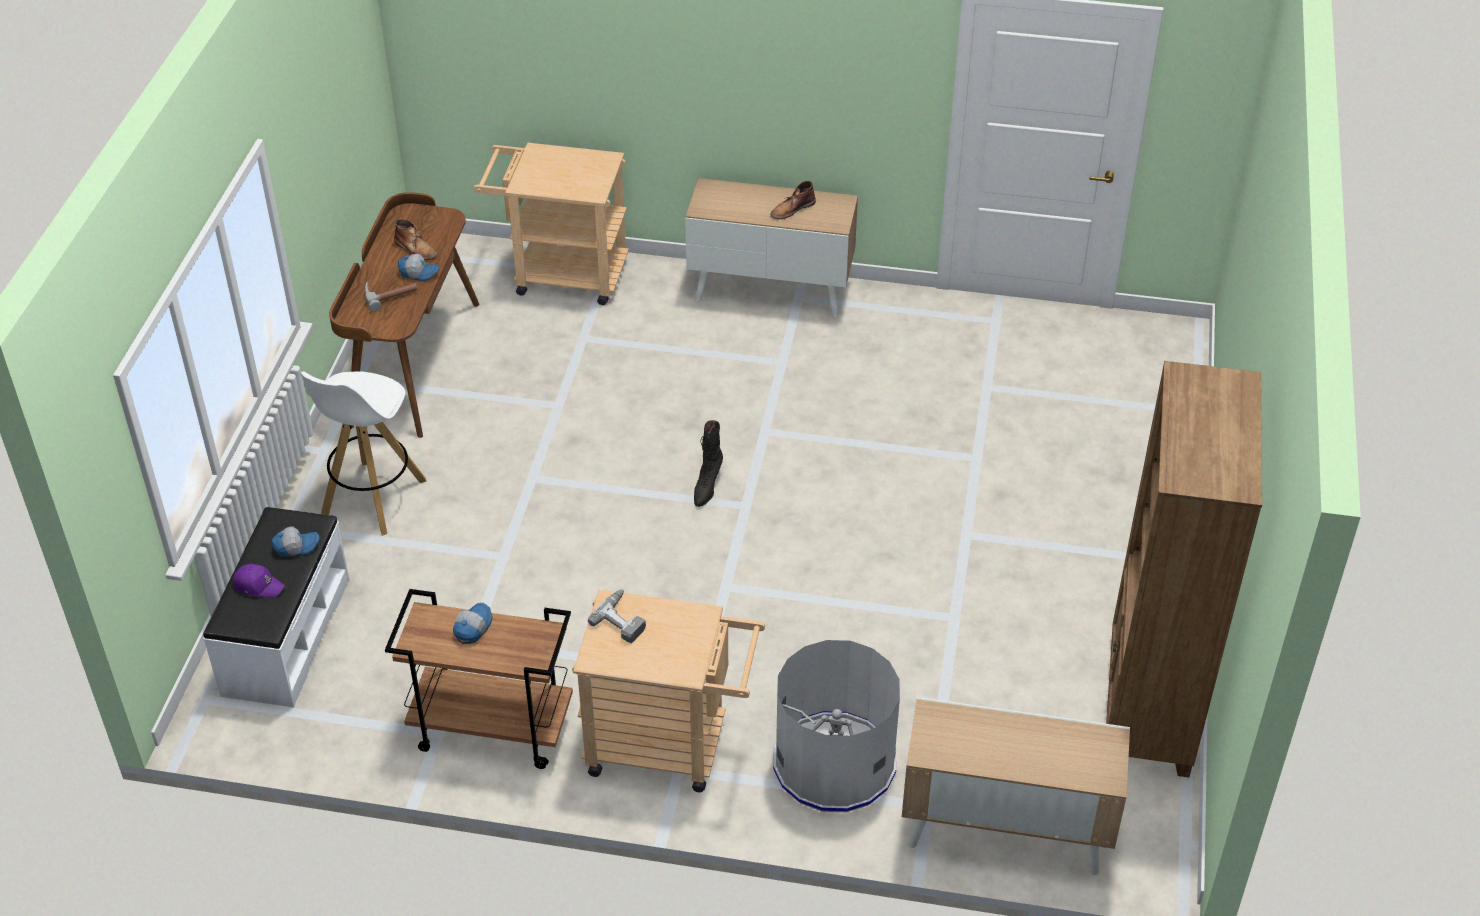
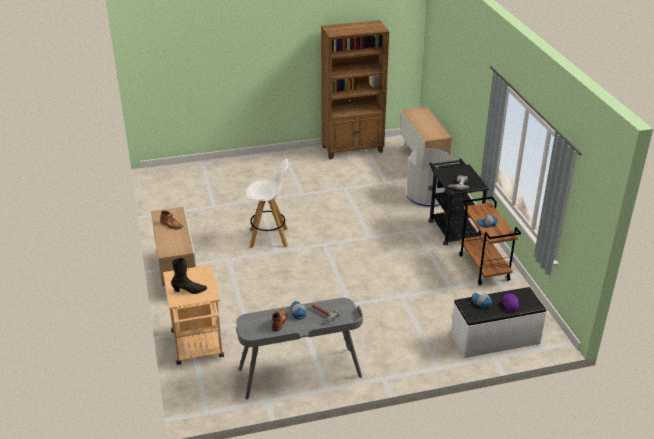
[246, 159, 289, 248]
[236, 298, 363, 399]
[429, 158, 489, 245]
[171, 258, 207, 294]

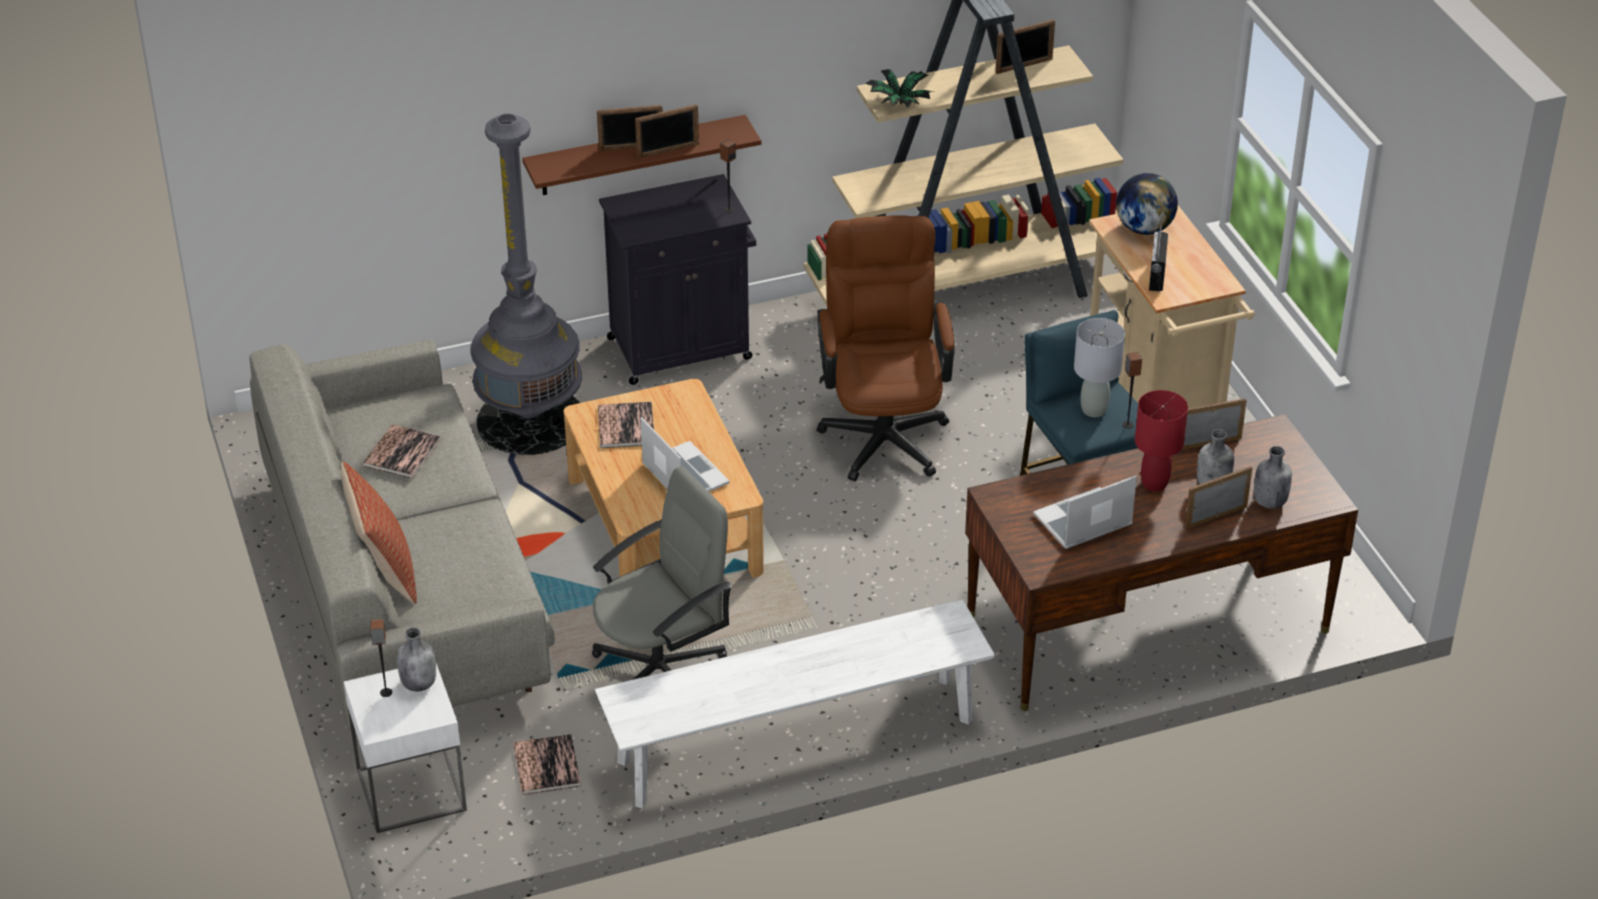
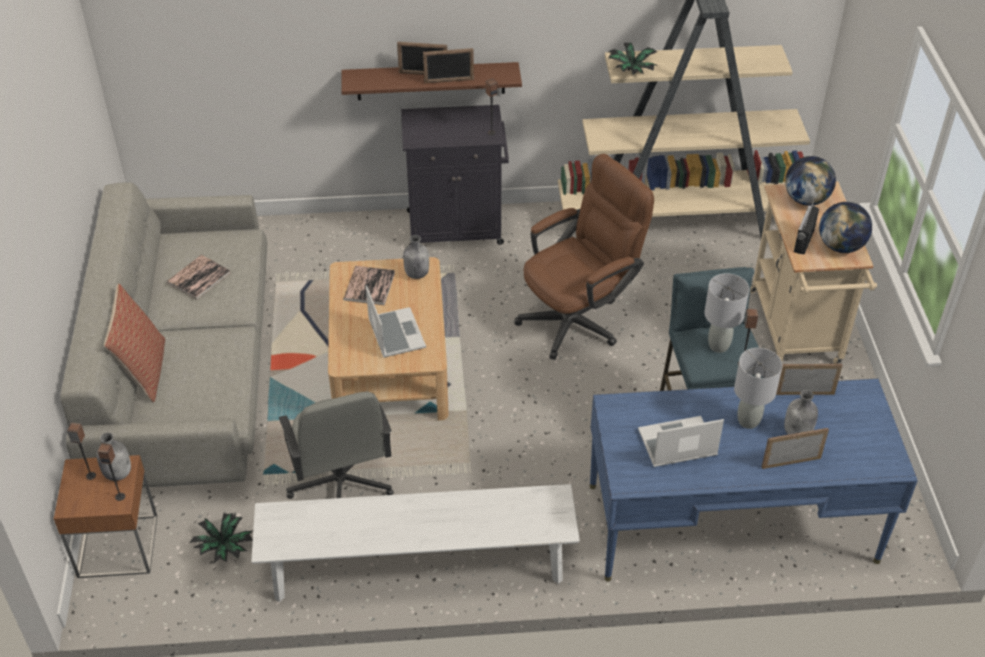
[54, 455, 157, 578]
[470, 114, 582, 455] (first image)
[190, 513, 253, 563]
[279, 391, 394, 499]
[514, 154, 654, 360]
[590, 379, 918, 582]
[996, 19, 1055, 74] (first image)
[734, 348, 782, 429]
[403, 235, 429, 279]
[98, 443, 125, 501]
[819, 202, 872, 253]

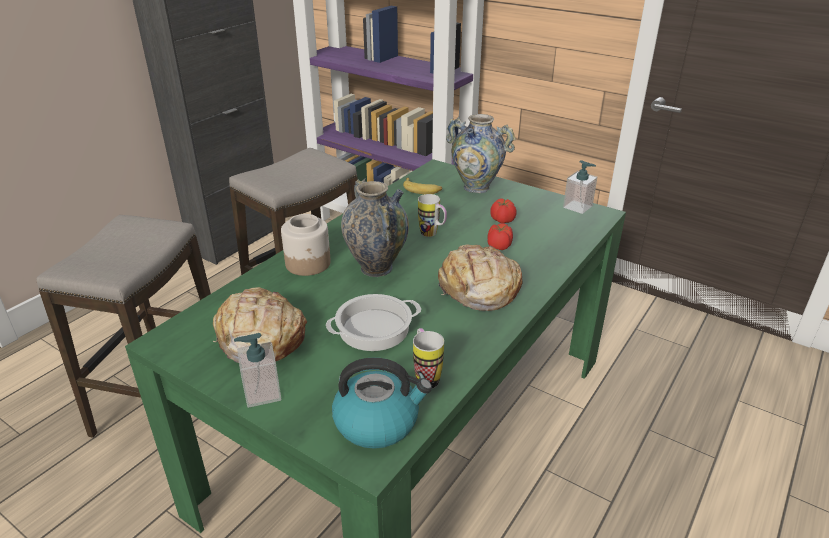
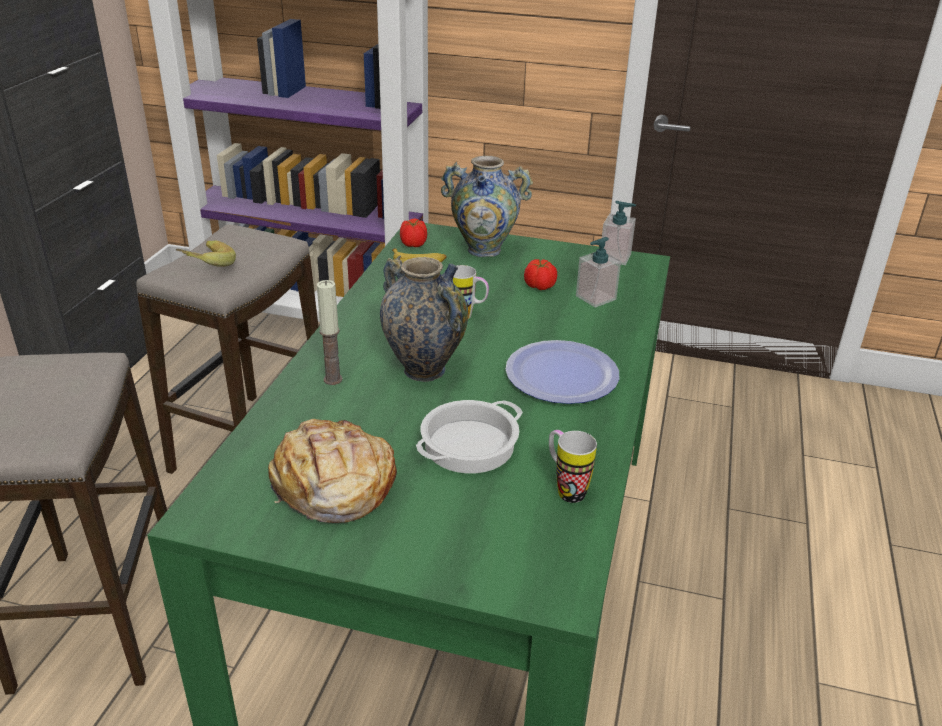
[576, 237, 621, 307]
[317, 280, 343, 385]
[332, 358, 432, 449] (first image)
[506, 340, 619, 404]
[400, 219, 427, 247]
[176, 241, 236, 267]

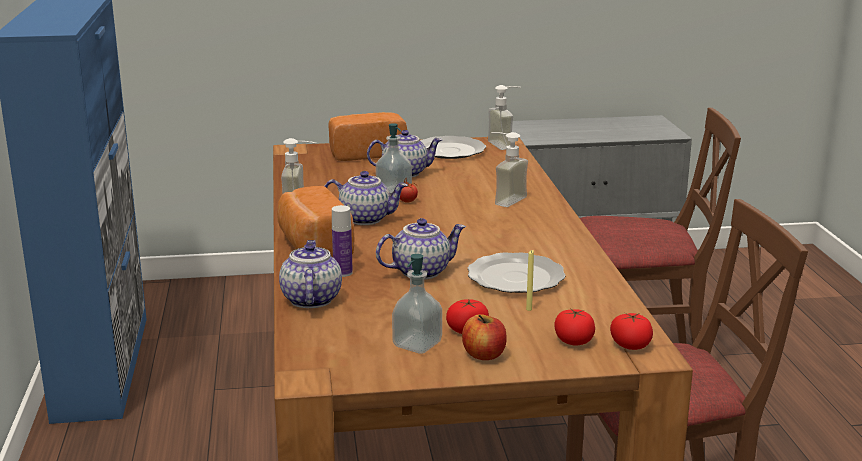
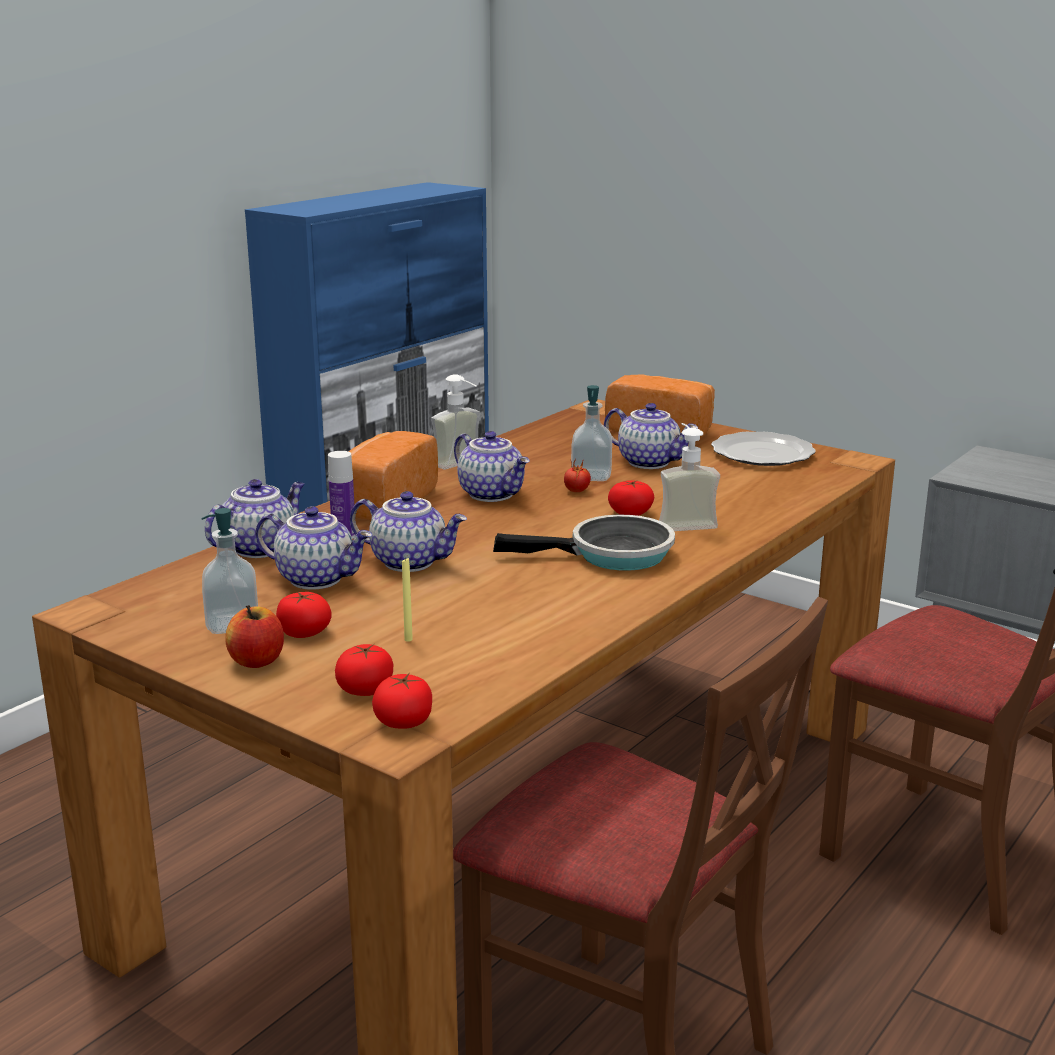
[467, 252, 566, 293] (first image)
[488, 85, 521, 150] (first image)
[256, 506, 372, 590]
[493, 515, 675, 571]
[608, 480, 654, 516]

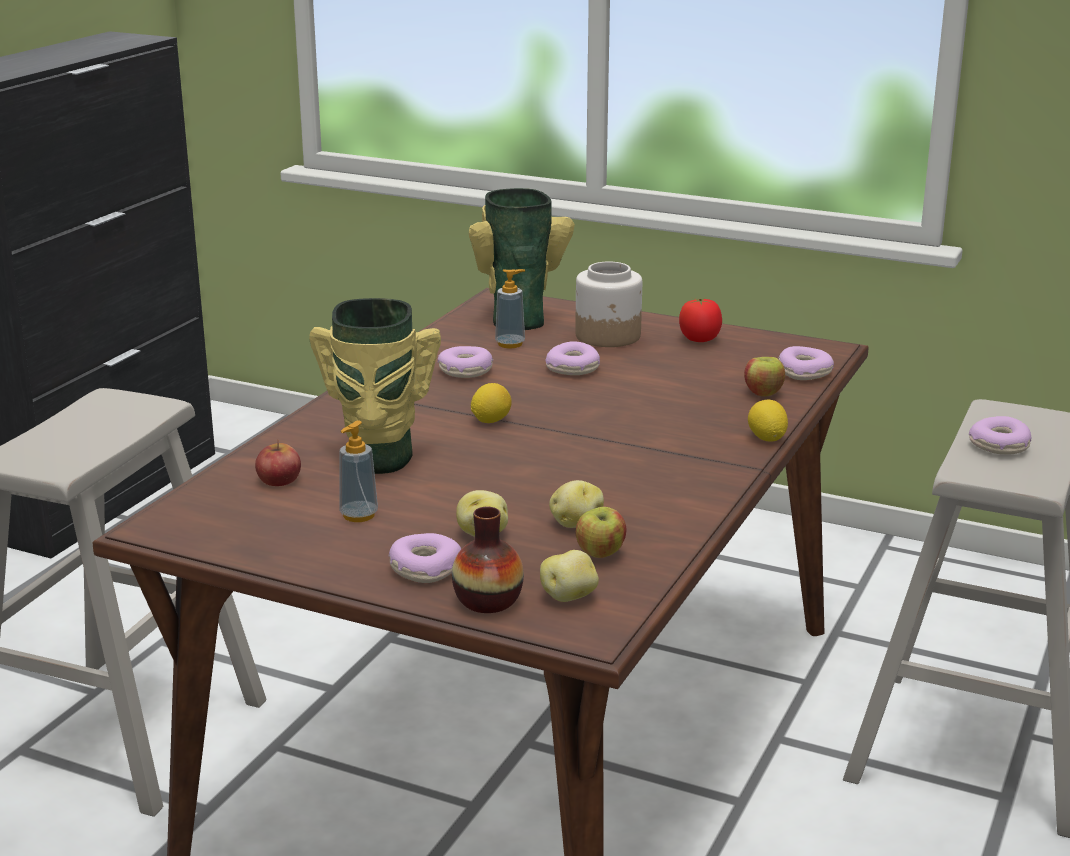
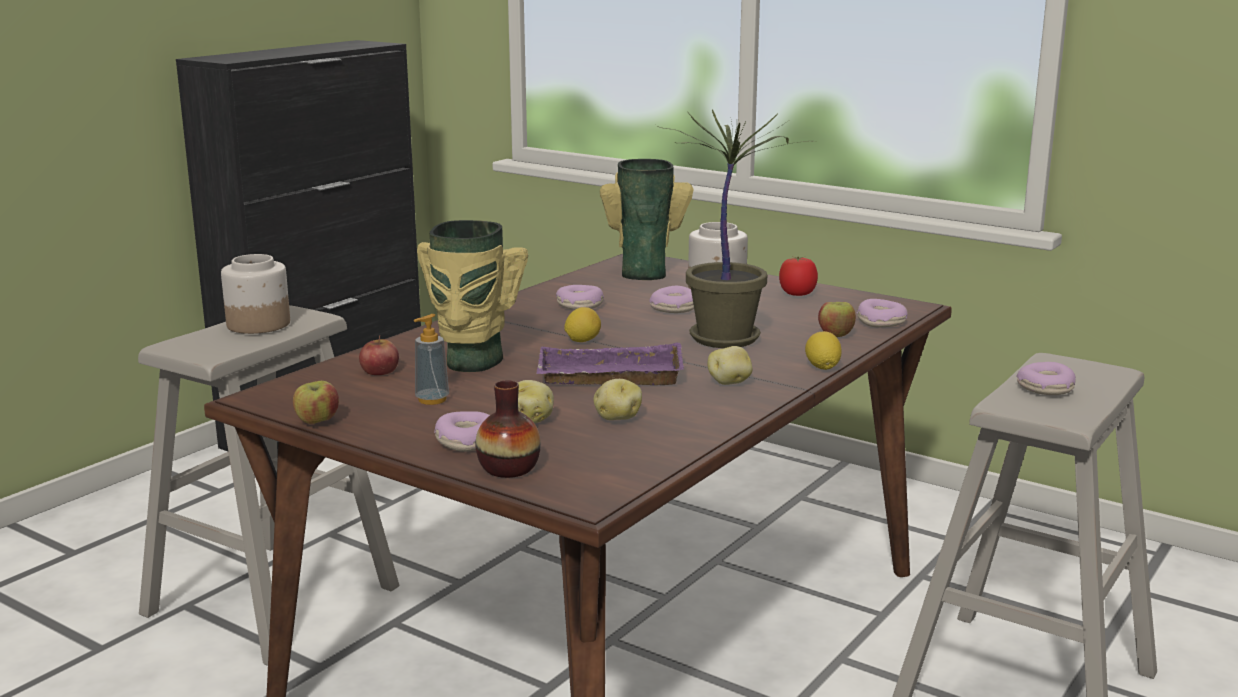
[495, 269, 525, 348] (first image)
[708, 346, 753, 385]
[293, 381, 339, 424]
[221, 254, 290, 334]
[536, 343, 684, 385]
[656, 109, 805, 348]

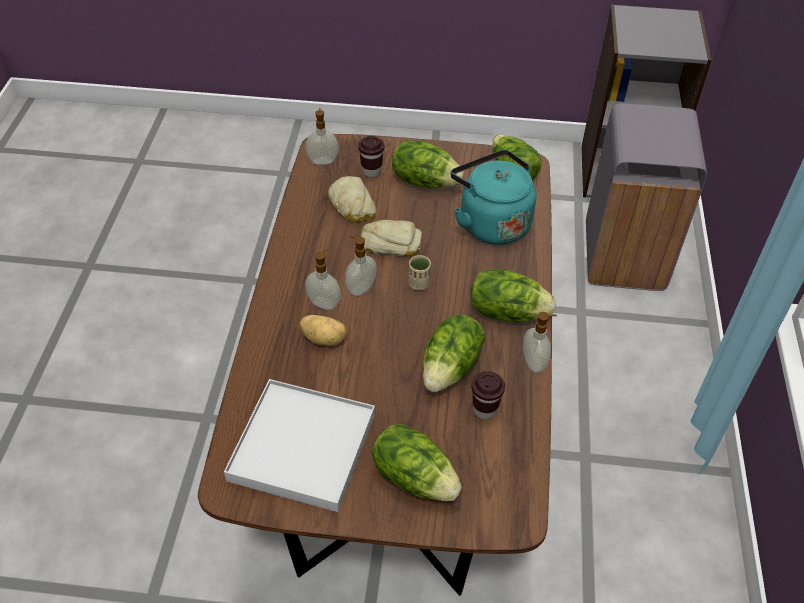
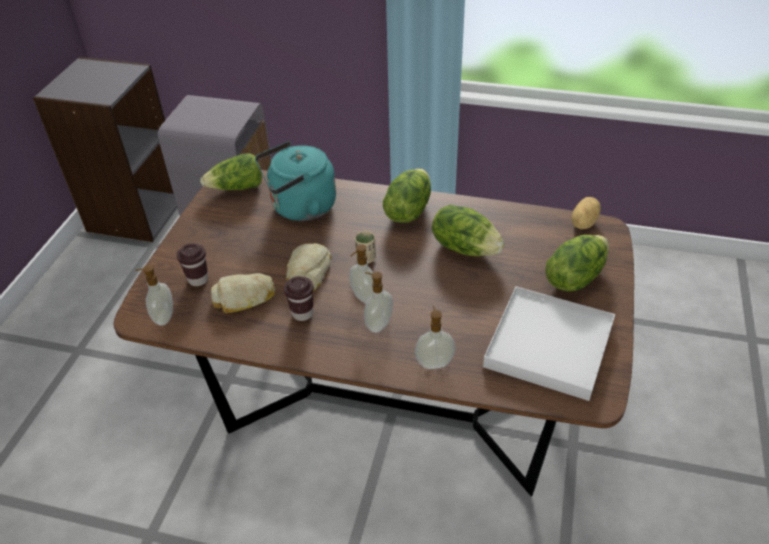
[572, 197, 601, 229]
[392, 140, 464, 189] (first image)
[284, 276, 314, 321]
[415, 306, 455, 369]

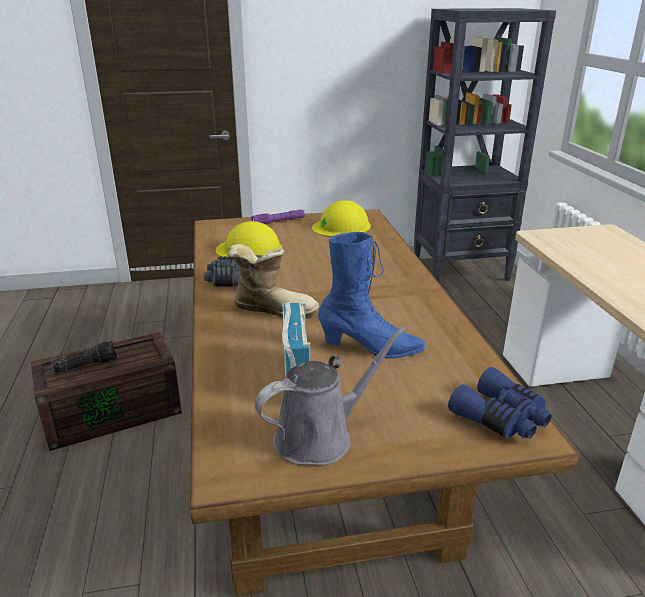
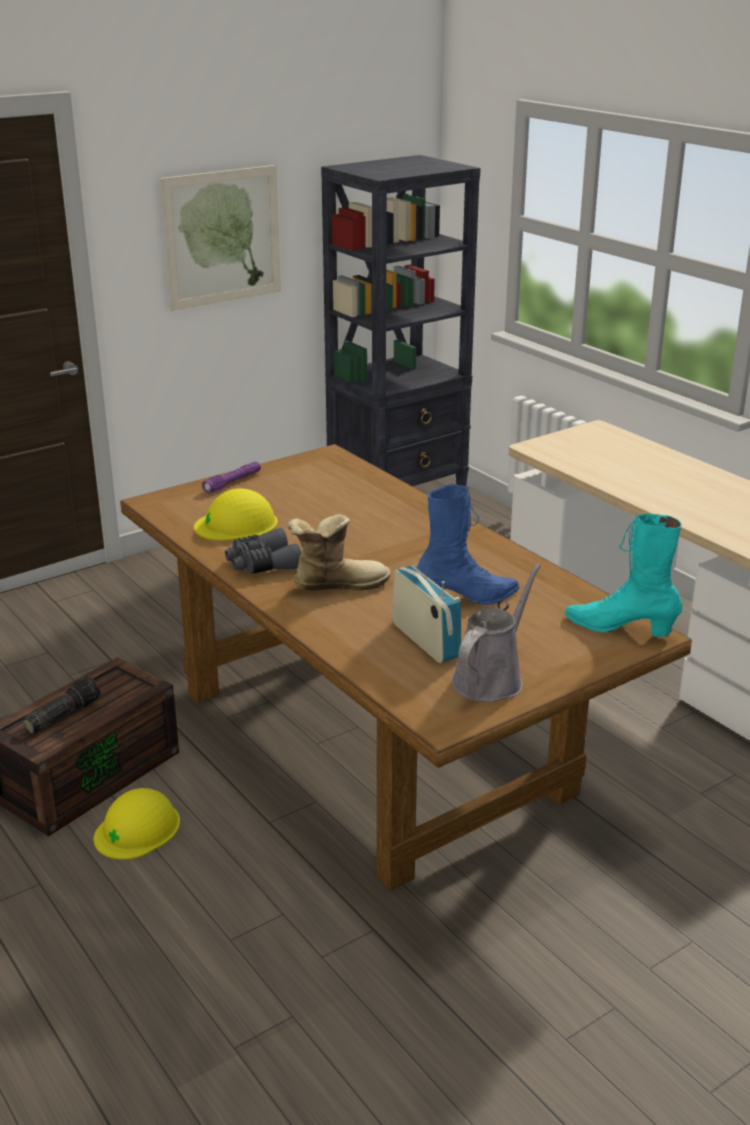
[94, 788, 180, 860]
[565, 514, 682, 637]
[160, 165, 281, 311]

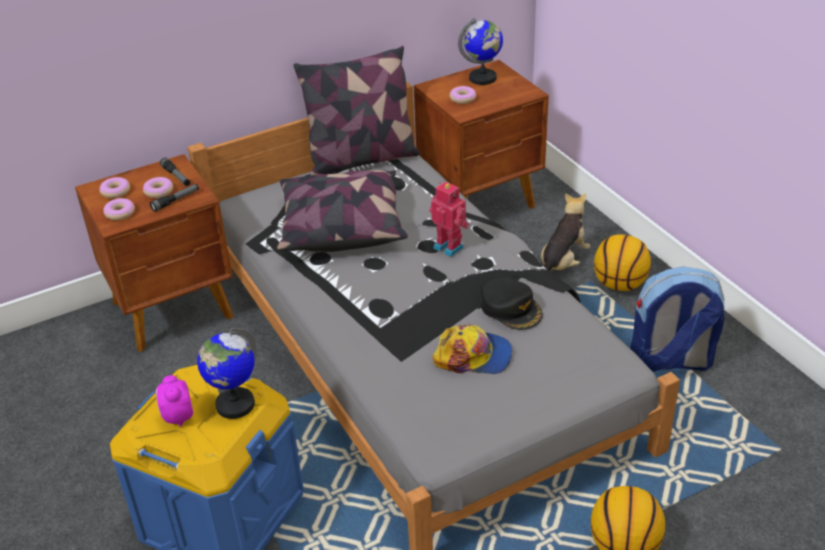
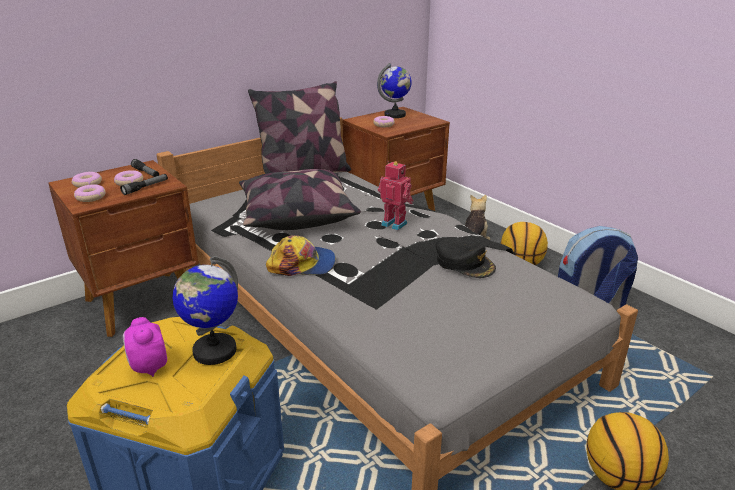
[266, 235, 336, 276]

